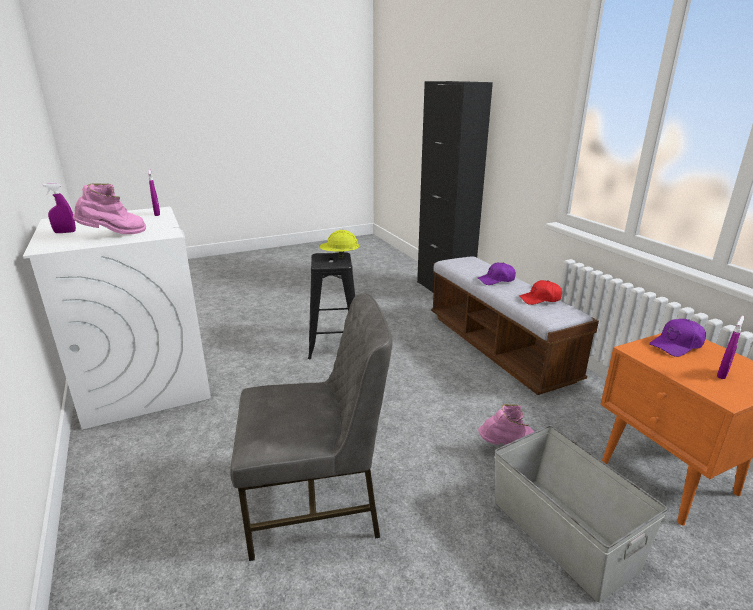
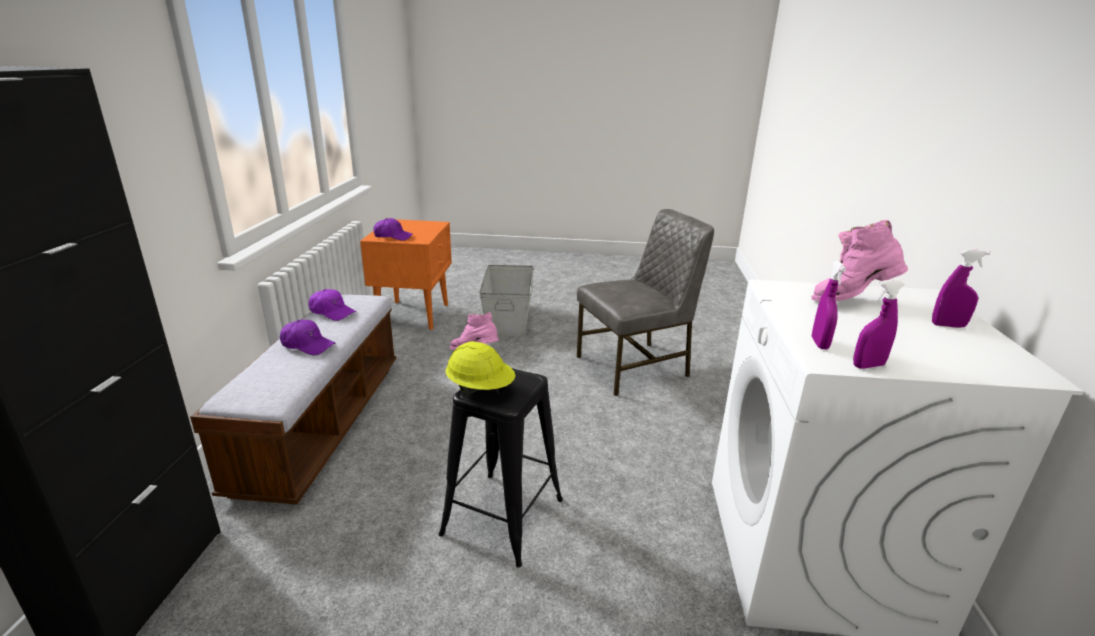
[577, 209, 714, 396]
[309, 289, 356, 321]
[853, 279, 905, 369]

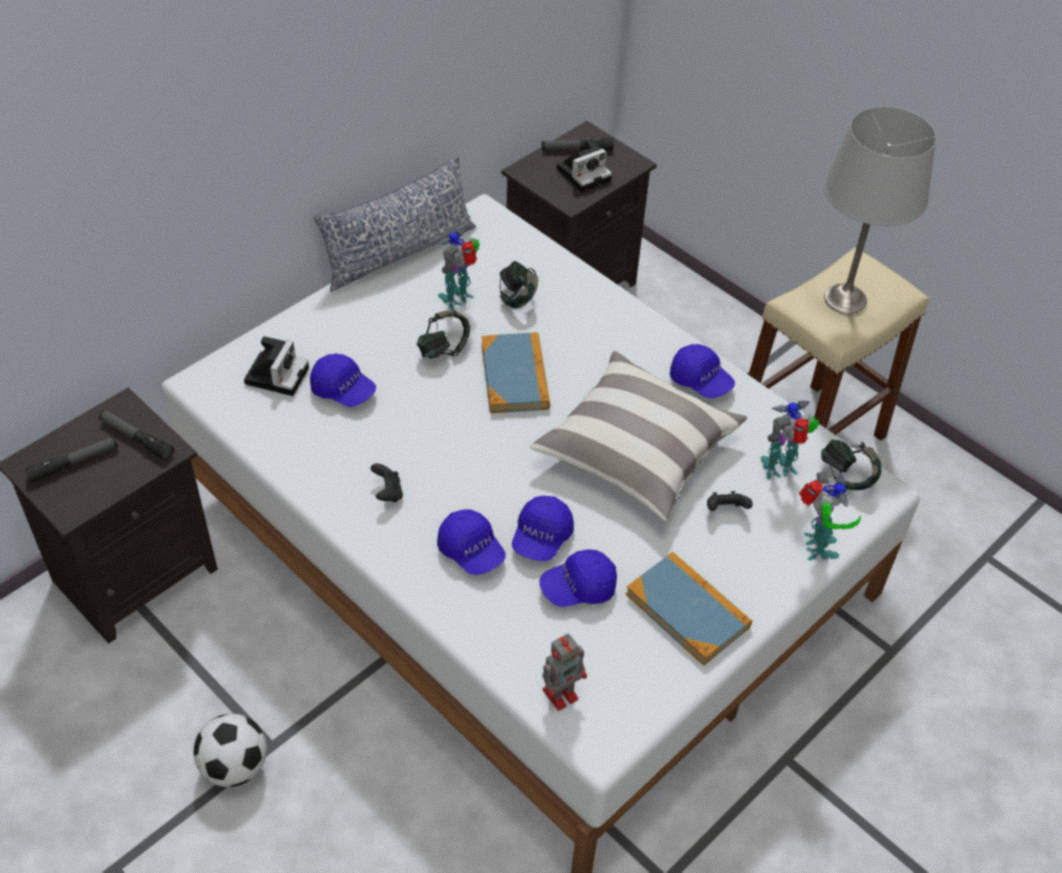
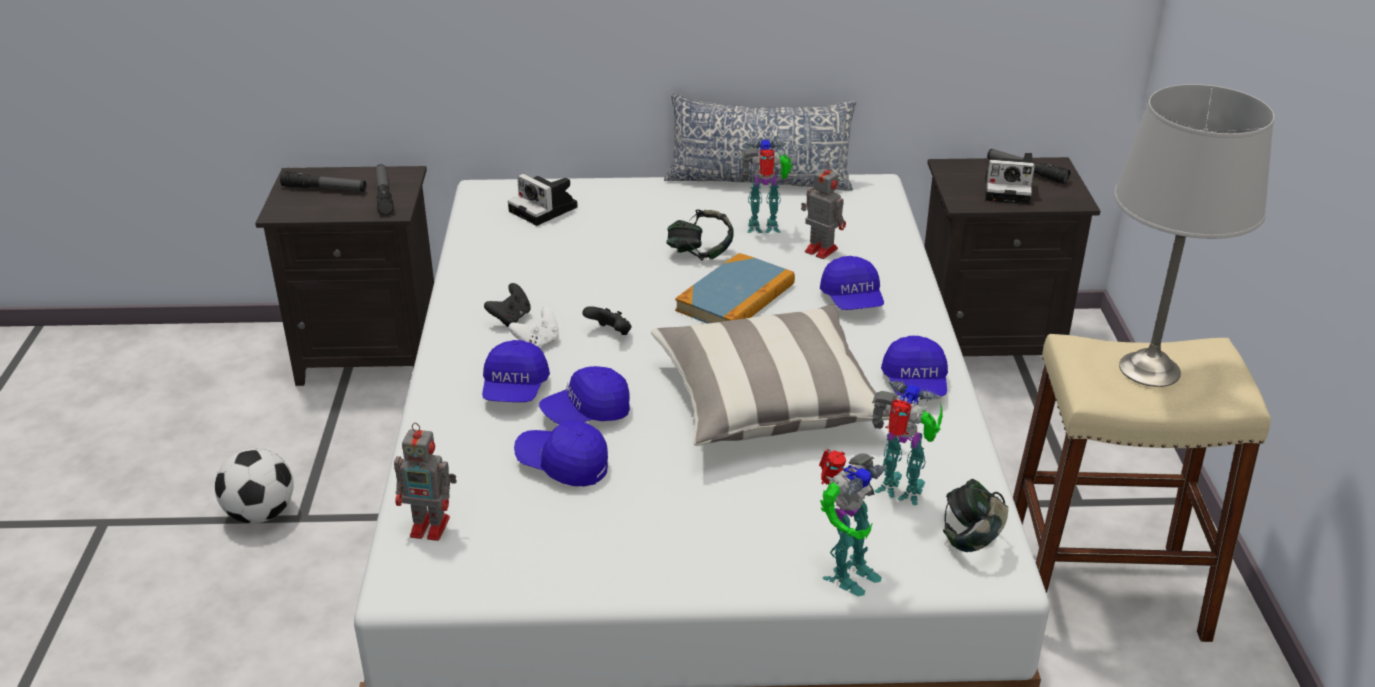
[508, 174, 578, 226]
[820, 256, 884, 310]
[801, 162, 846, 259]
[626, 552, 752, 666] (first image)
[582, 306, 632, 335]
[509, 307, 559, 348]

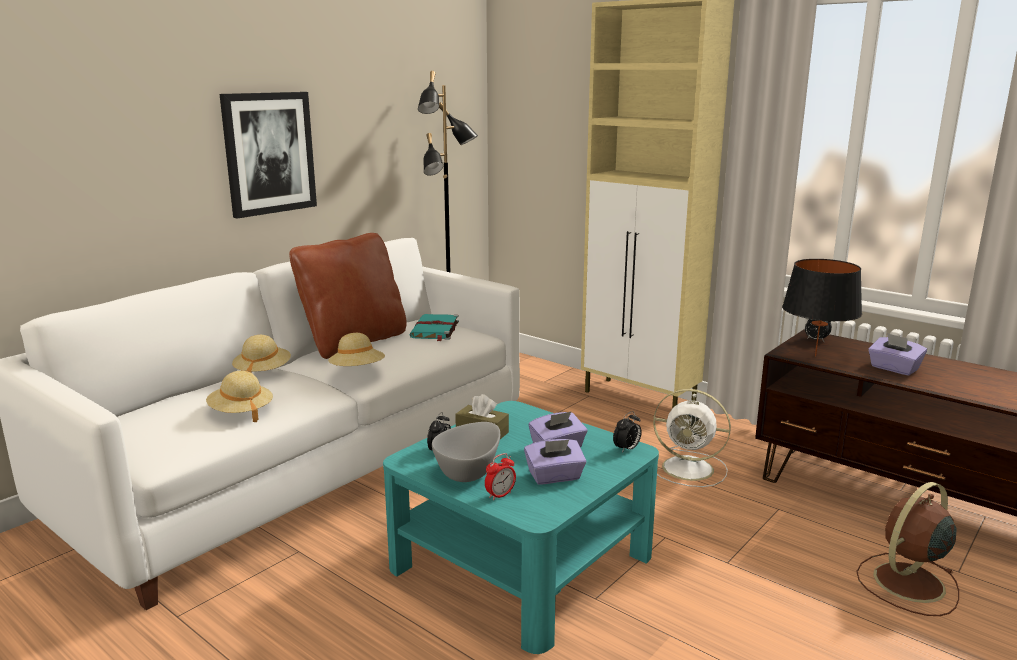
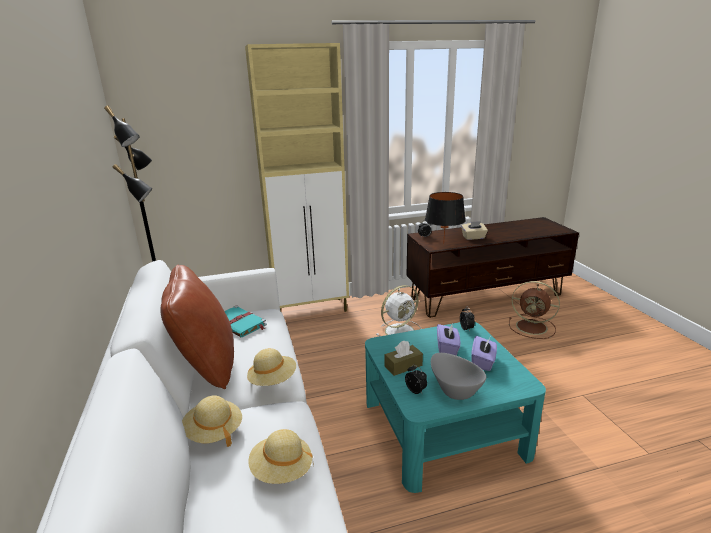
[219, 92, 317, 219] (first image)
[485, 453, 516, 500] (first image)
[509, 281, 560, 339]
[461, 221, 488, 240]

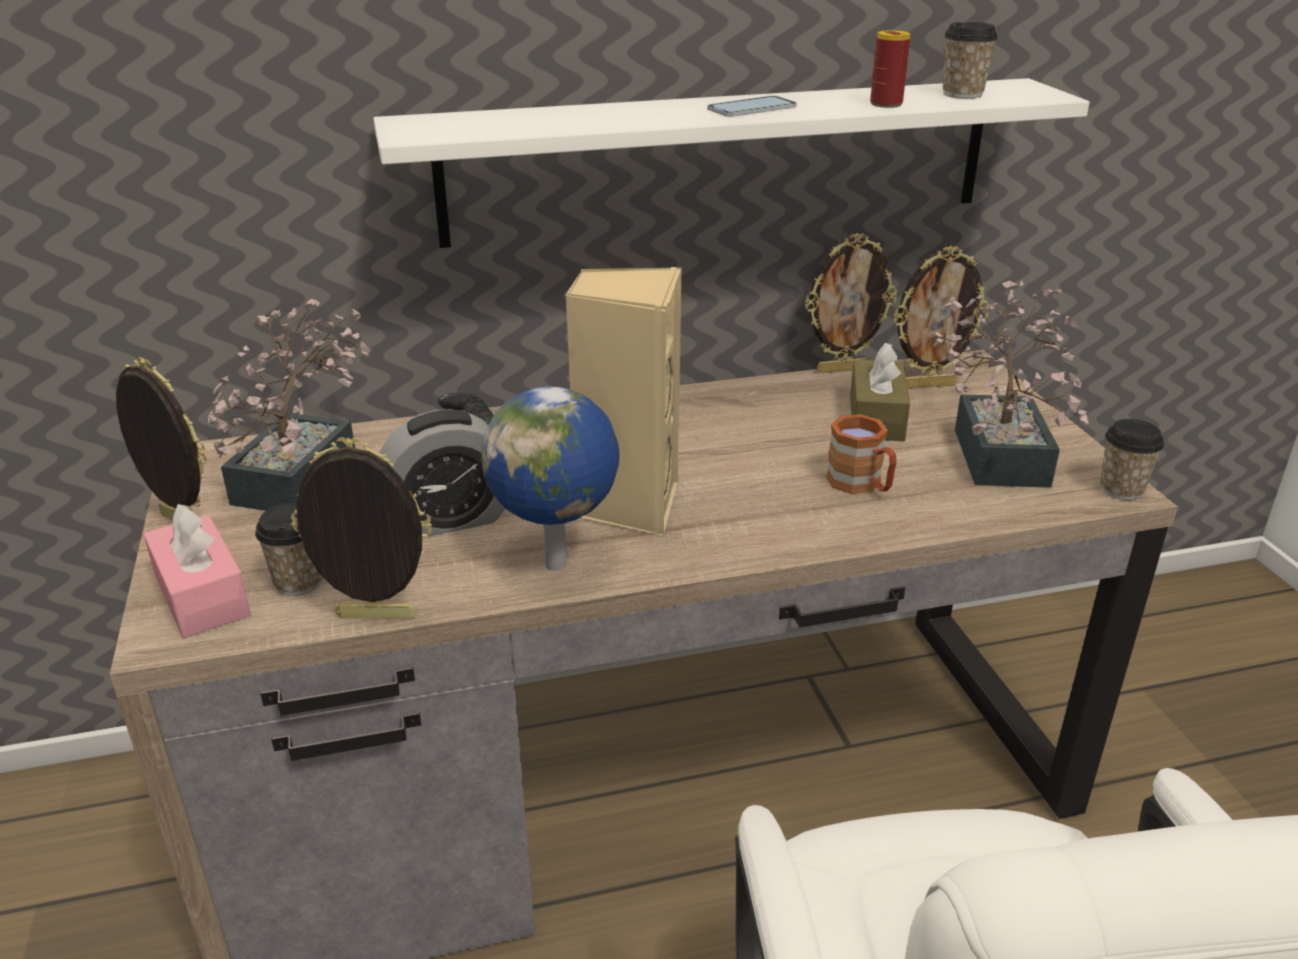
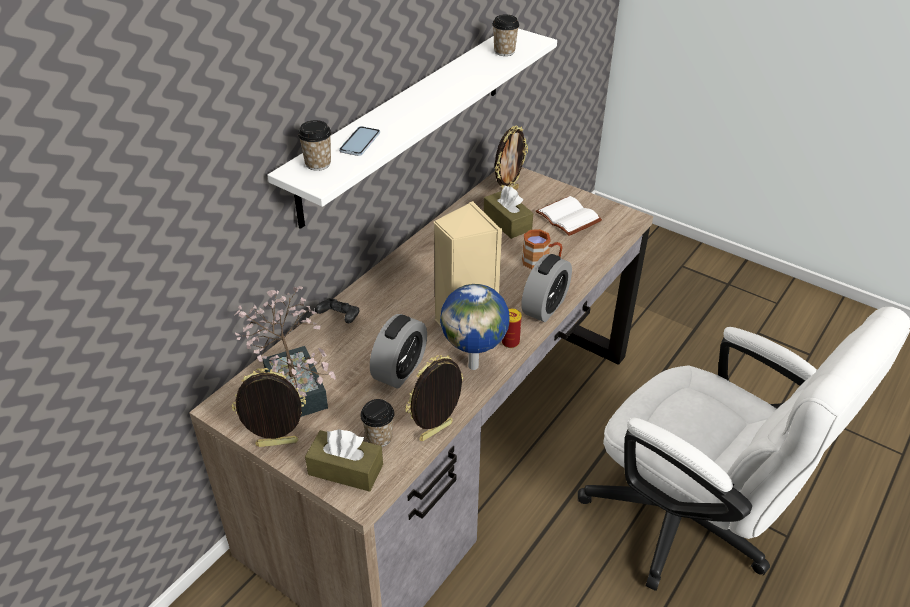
[305, 429, 383, 492]
[339, 126, 380, 156]
[805, 233, 897, 373] (first image)
[502, 309, 522, 348]
[536, 196, 602, 236]
[298, 120, 332, 171]
[521, 254, 572, 322]

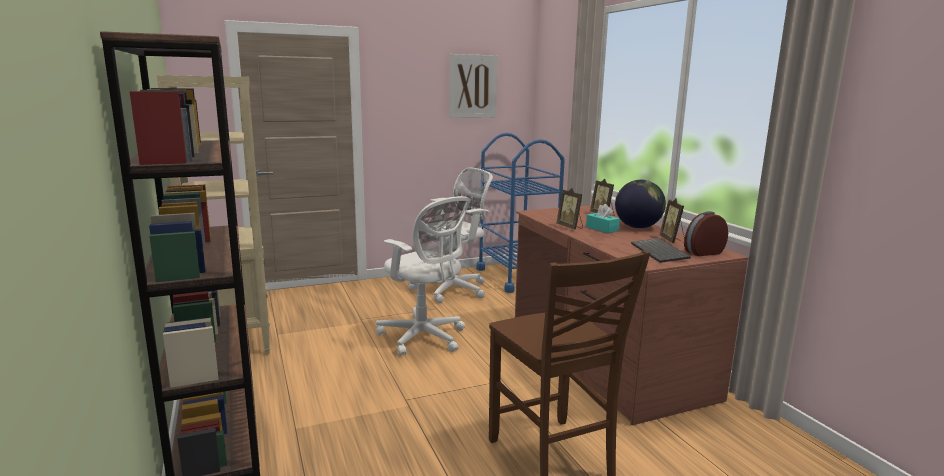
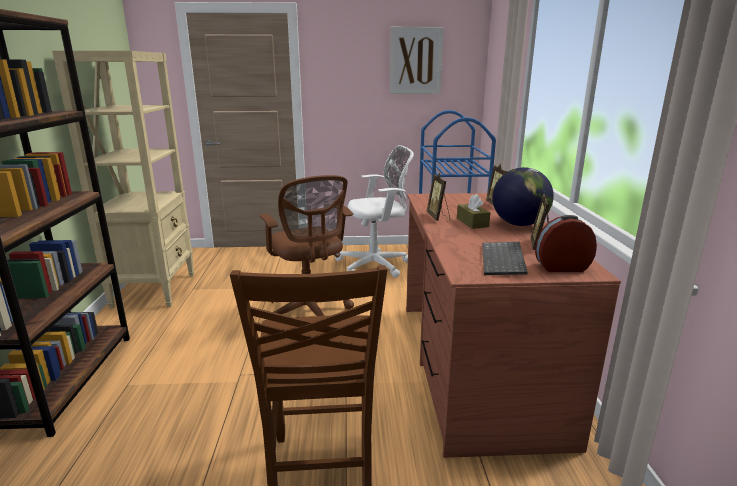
[259, 175, 354, 316]
[457, 194, 490, 229]

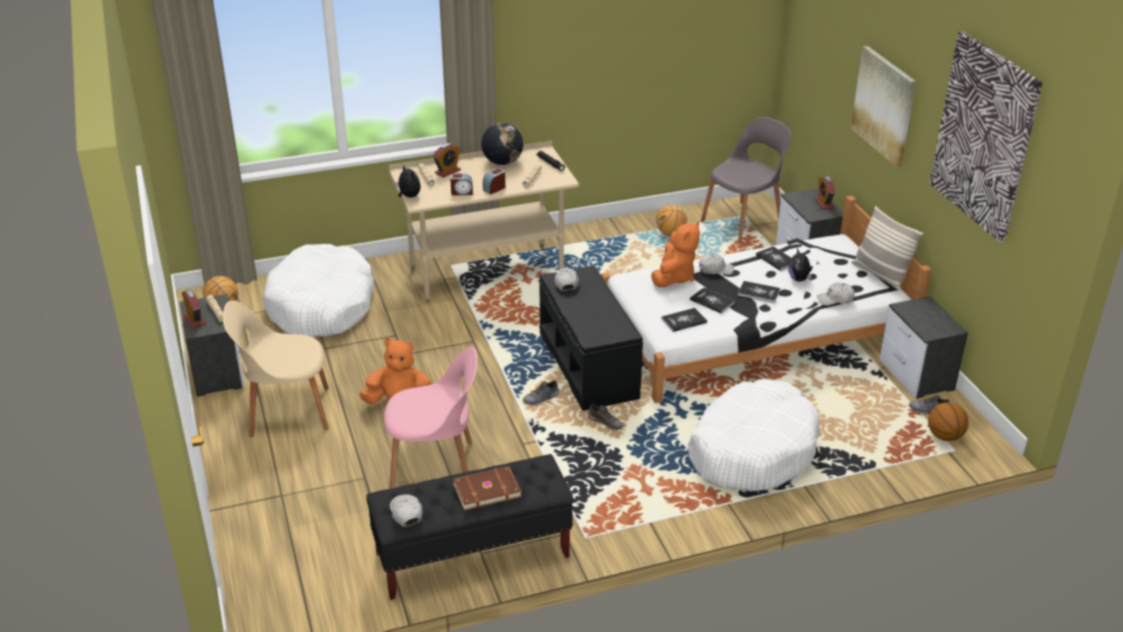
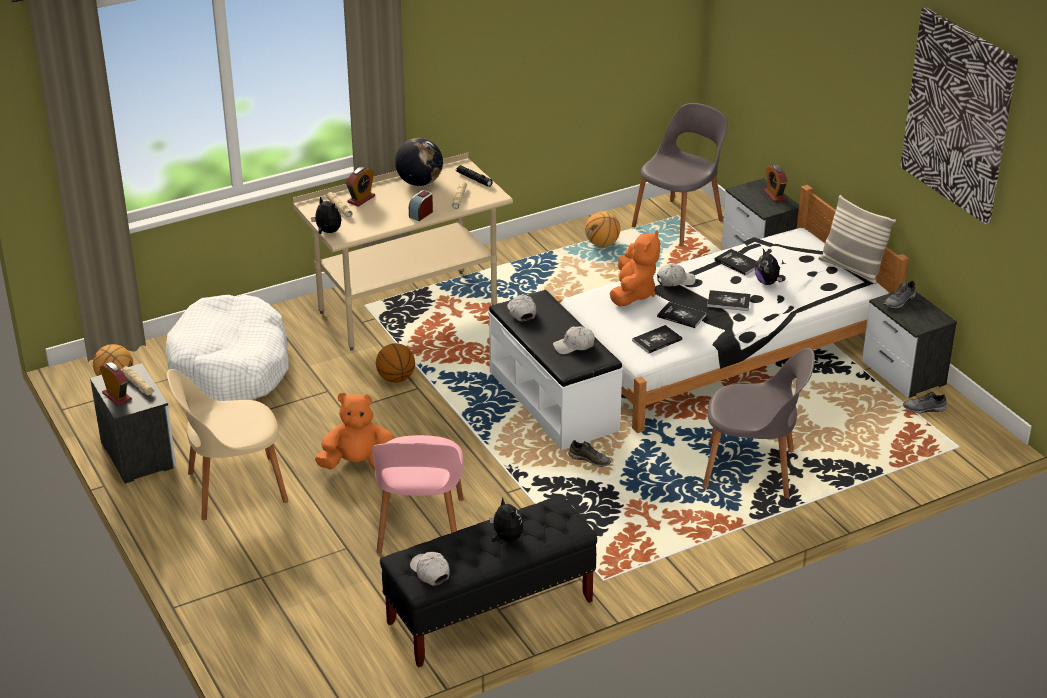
[372, 435, 464, 554]
[450, 173, 473, 195] (first image)
[490, 498, 523, 542]
[884, 281, 916, 309]
[488, 290, 623, 450]
[702, 348, 815, 498]
[553, 326, 595, 354]
[851, 46, 916, 167] (first image)
[376, 343, 415, 383]

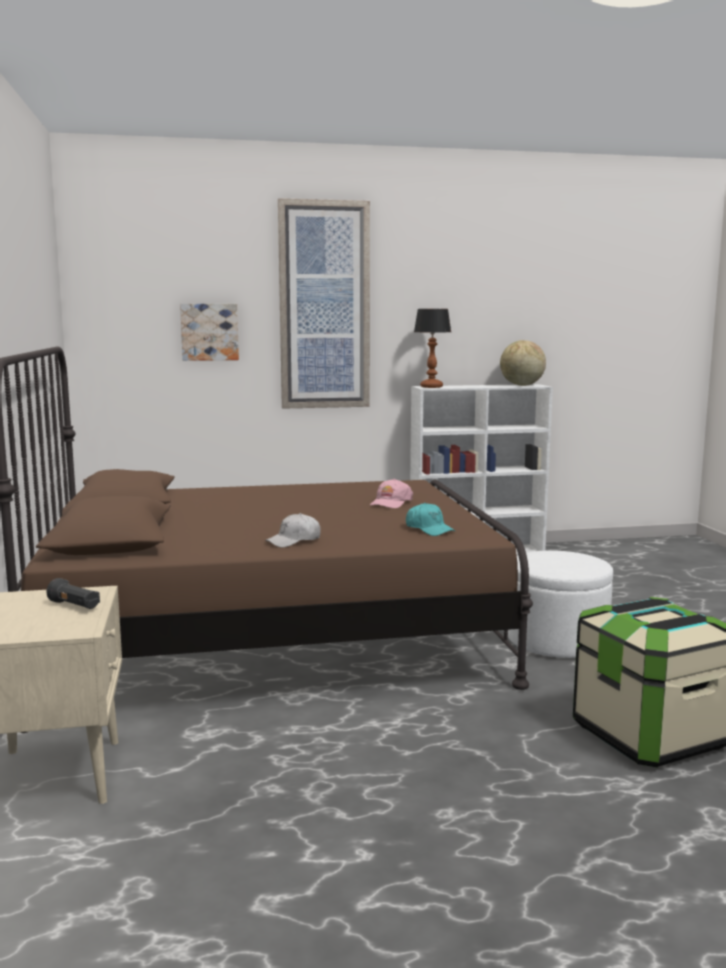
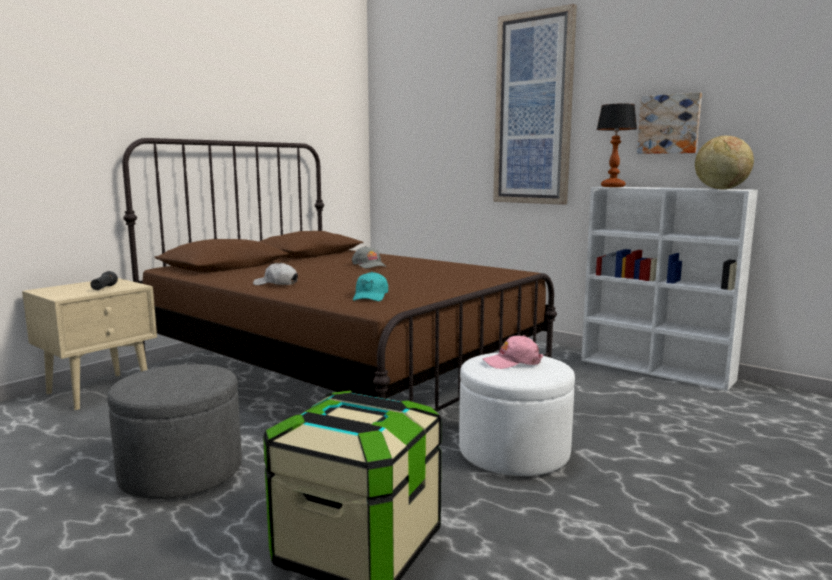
[637, 92, 702, 154]
[483, 335, 543, 369]
[107, 364, 242, 499]
[352, 246, 387, 269]

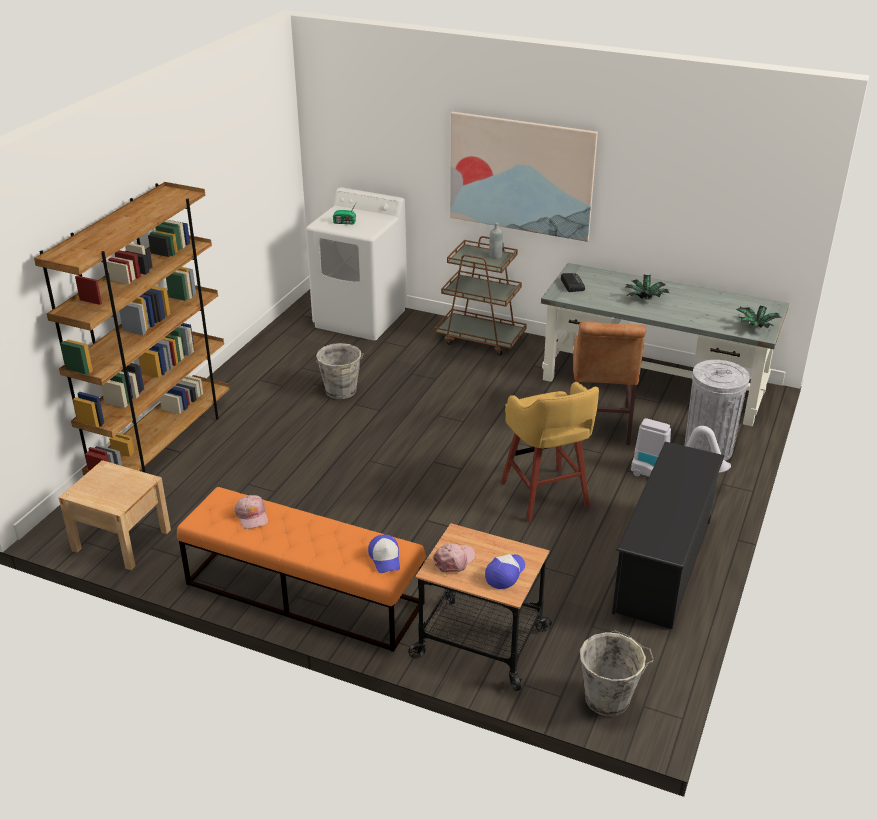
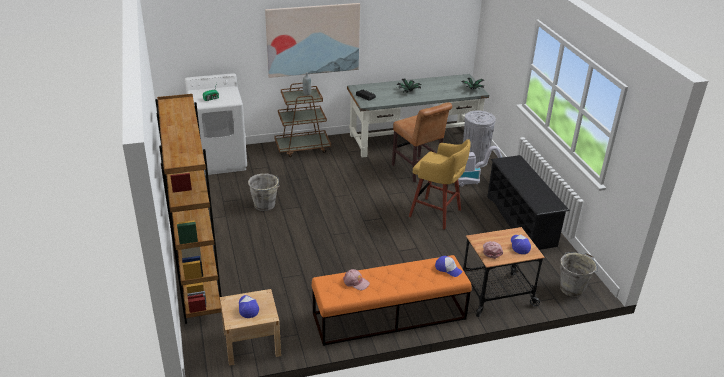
[239, 295, 259, 318]

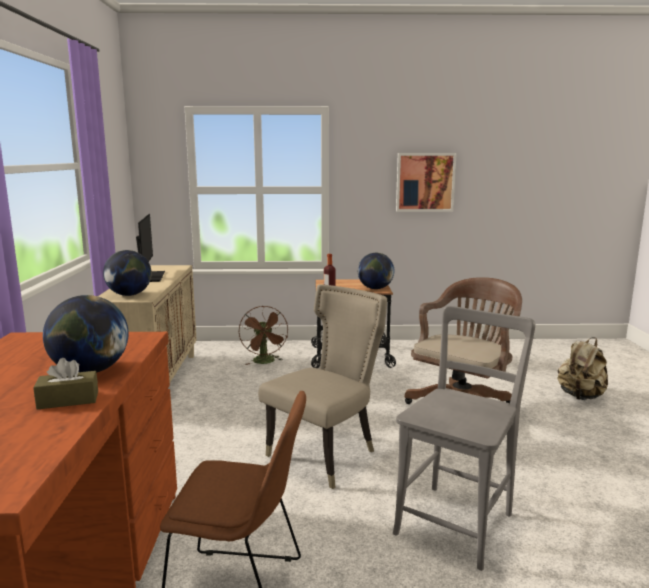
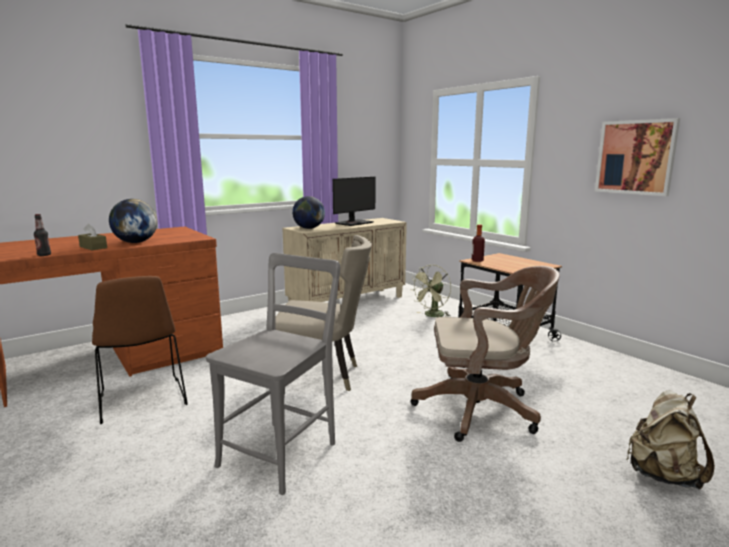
[410, 265, 451, 317]
[358, 253, 394, 289] (first image)
[206, 253, 340, 495]
[34, 214, 51, 256]

